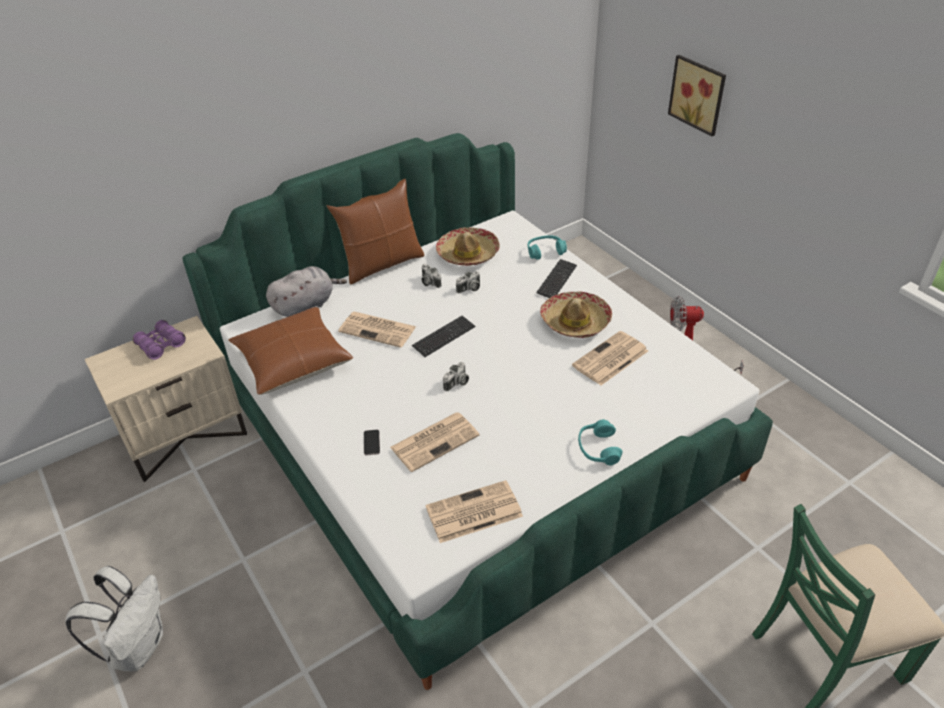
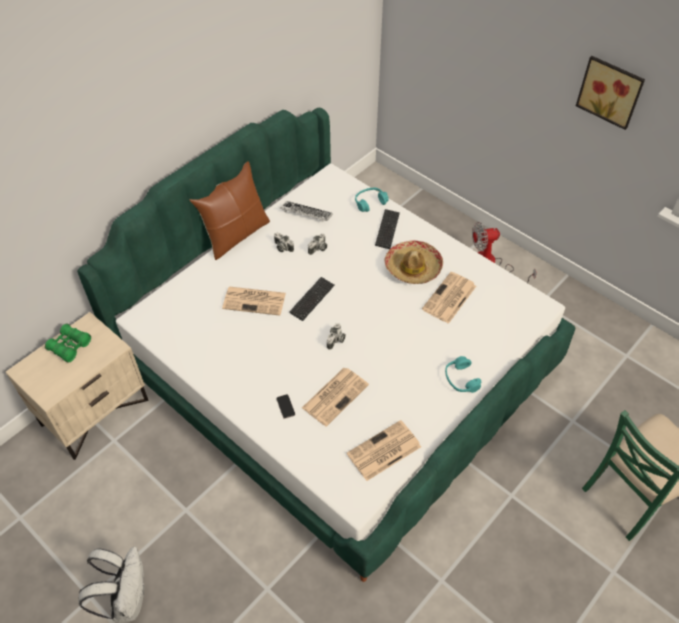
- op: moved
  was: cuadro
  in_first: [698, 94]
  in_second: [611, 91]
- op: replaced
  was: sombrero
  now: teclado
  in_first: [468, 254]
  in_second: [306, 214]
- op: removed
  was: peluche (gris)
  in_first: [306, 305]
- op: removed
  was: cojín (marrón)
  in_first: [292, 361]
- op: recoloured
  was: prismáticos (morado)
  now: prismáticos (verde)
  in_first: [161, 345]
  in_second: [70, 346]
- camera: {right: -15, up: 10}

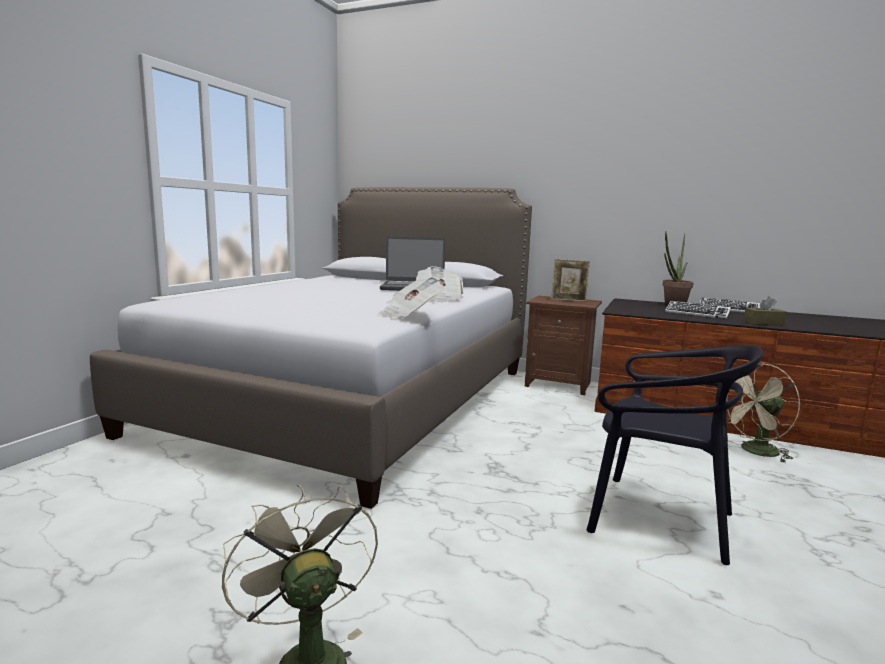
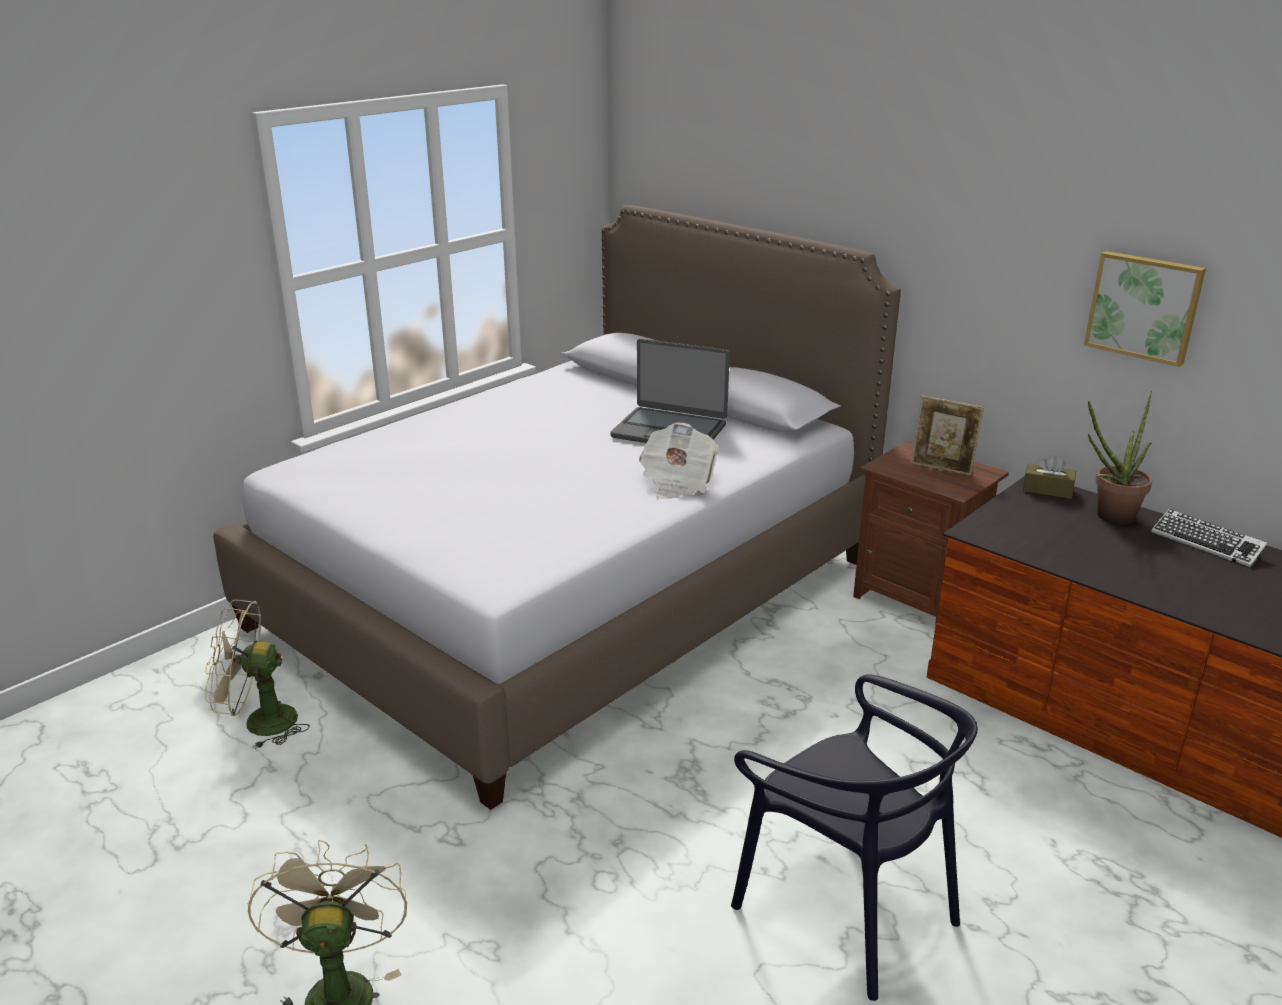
- op: removed
  was: periódico
  in_first: [409, 315]
- op: moved
  was: caja de pañuelos (marrón)
  in_first: [763, 323]
  in_second: [1047, 490]
- op: removed
  was: teclado
  in_first: [697, 314]
- op: moved
  was: ventilador (beis)
  in_first: [755, 452]
  in_second: [259, 723]
- op: added
  now: cuadro
  in_second: [1144, 307]
- camera: {right: 20, up: 15}

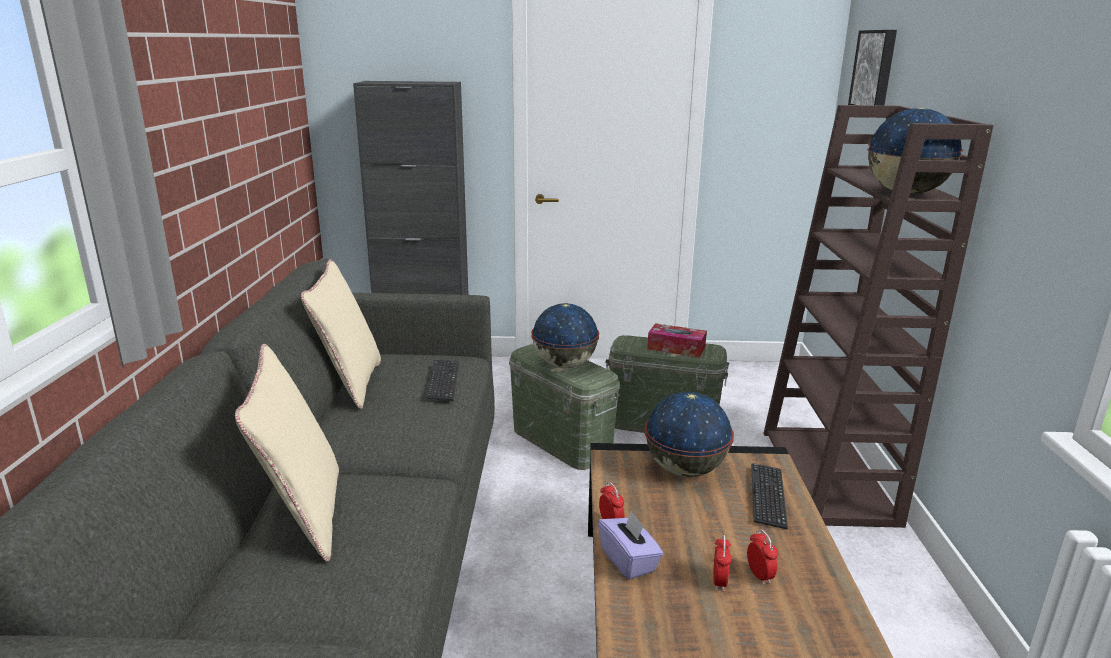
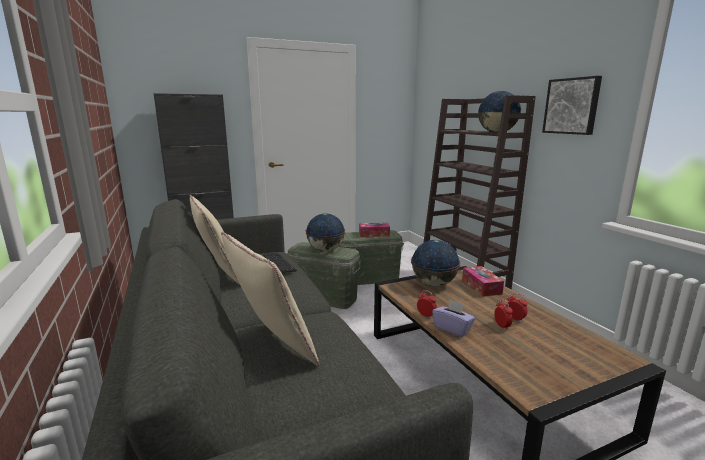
- op: moved
  was: cuadro
  in_first: [875, 70]
  in_second: [572, 106]
- op: replaced
  was: teclado
  now: caja de pañuelos
  in_first: [767, 497]
  in_second: [481, 286]
- camera: {right: -25, up: -5}

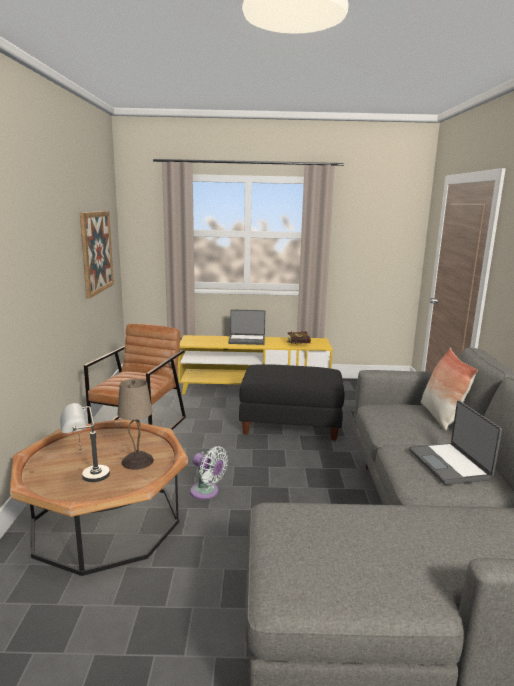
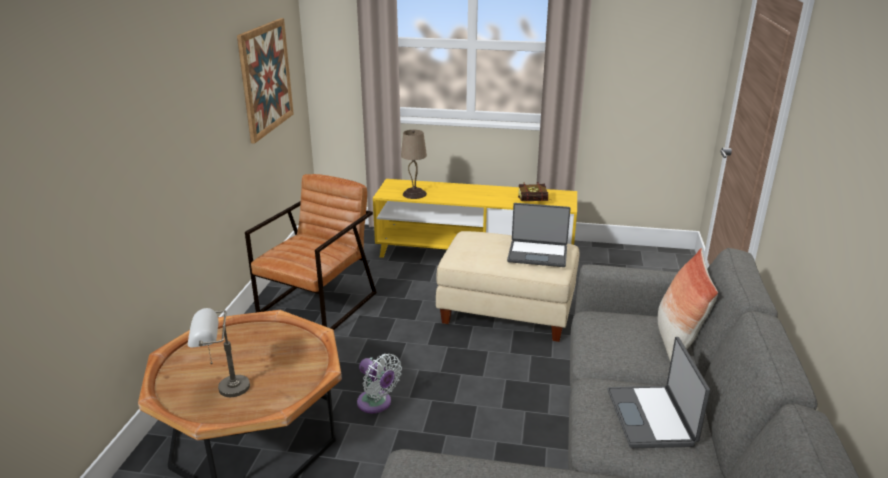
- op: moved
  was: portátil
  in_first: [247, 340]
  in_second: [537, 254]
- op: recoloured
  was: puf (negro)
  now: puf (beis)
  in_first: [291, 423]
  in_second: [508, 311]
- op: moved
  was: lámpara de mesa (beis)
  in_first: [138, 461]
  in_second: [415, 194]
- camera: {right: 10, up: 10}

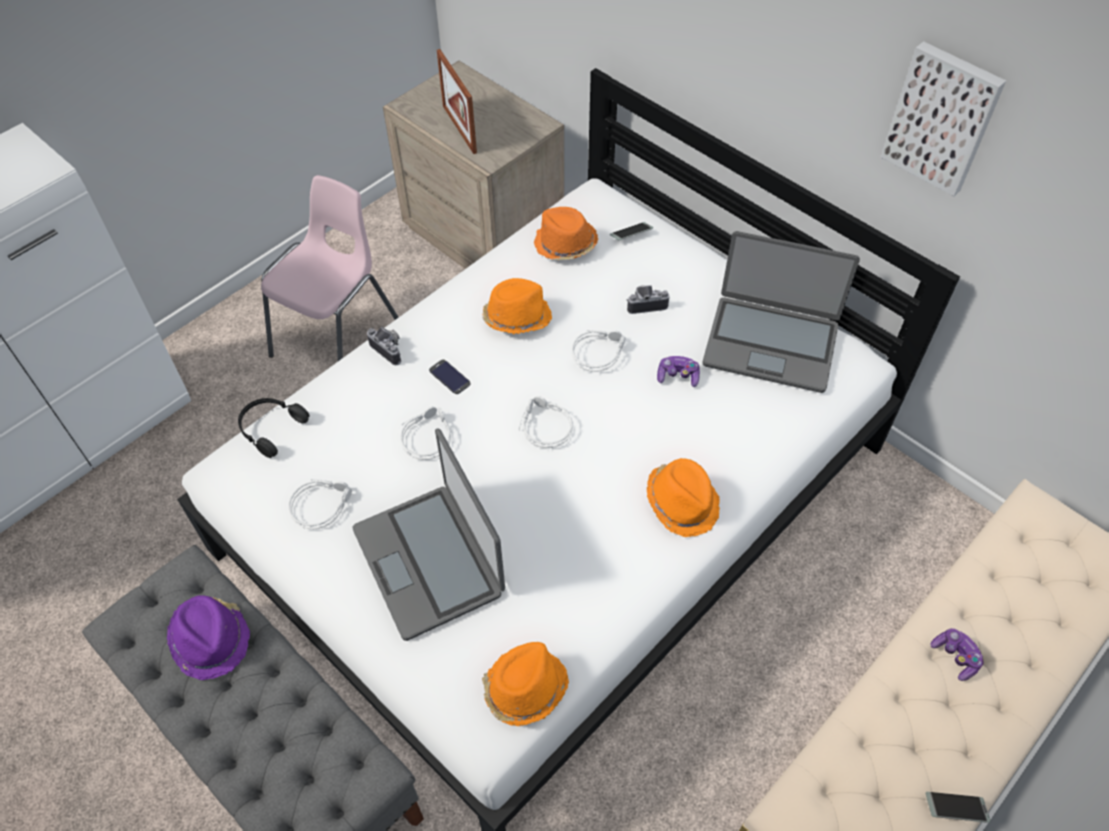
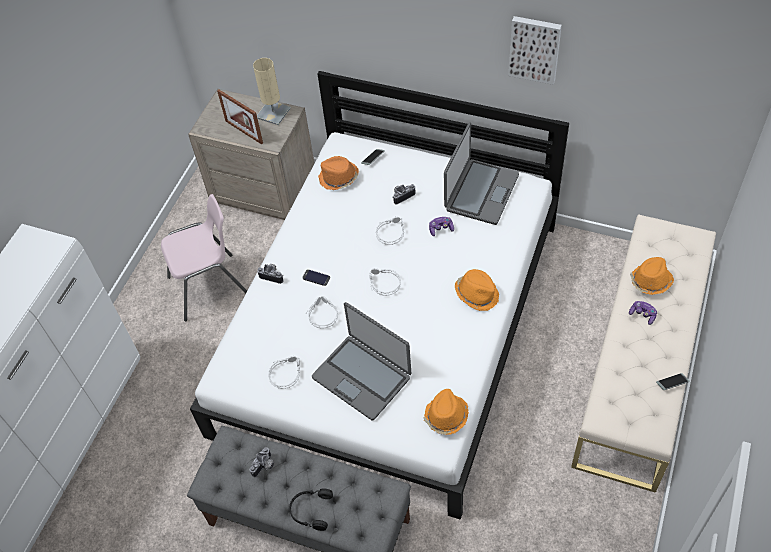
- op: turned
  was: silla (rosa)
  in_first: [338, 338]
  in_second: [209, 286]
  clockwise: 60
- op: turned
  was: portátil
  in_first: [770, 343]
  in_second: [481, 192]
  clockwise: -60
- op: moved
  was: sombrero (naranja)
  in_first: [516, 317]
  in_second: [650, 281]
- op: moved
  was: auriculares (negro)
  in_first: [270, 428]
  in_second: [310, 511]
- op: replaced
  was: sombrero (morado)
  now: cámara
  in_first: [211, 639]
  in_second: [265, 466]
- op: added
  now: lámpara de mesa (beis)
  in_second: [273, 113]
- camera: {right: -20, up: 0}

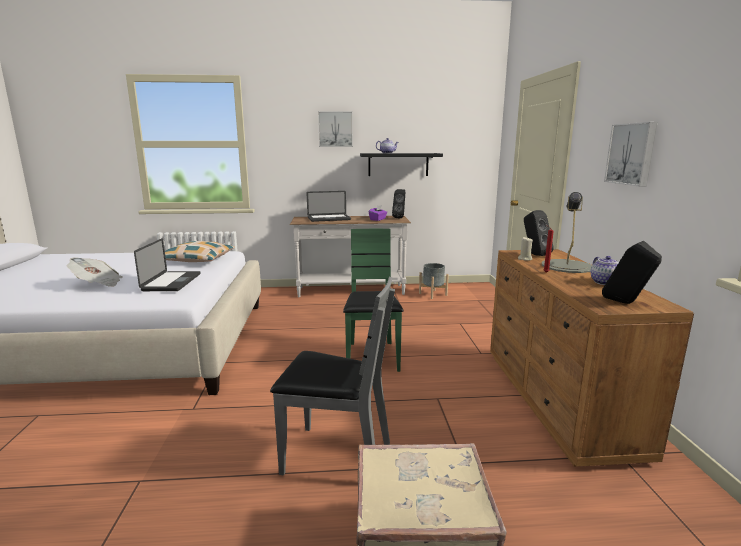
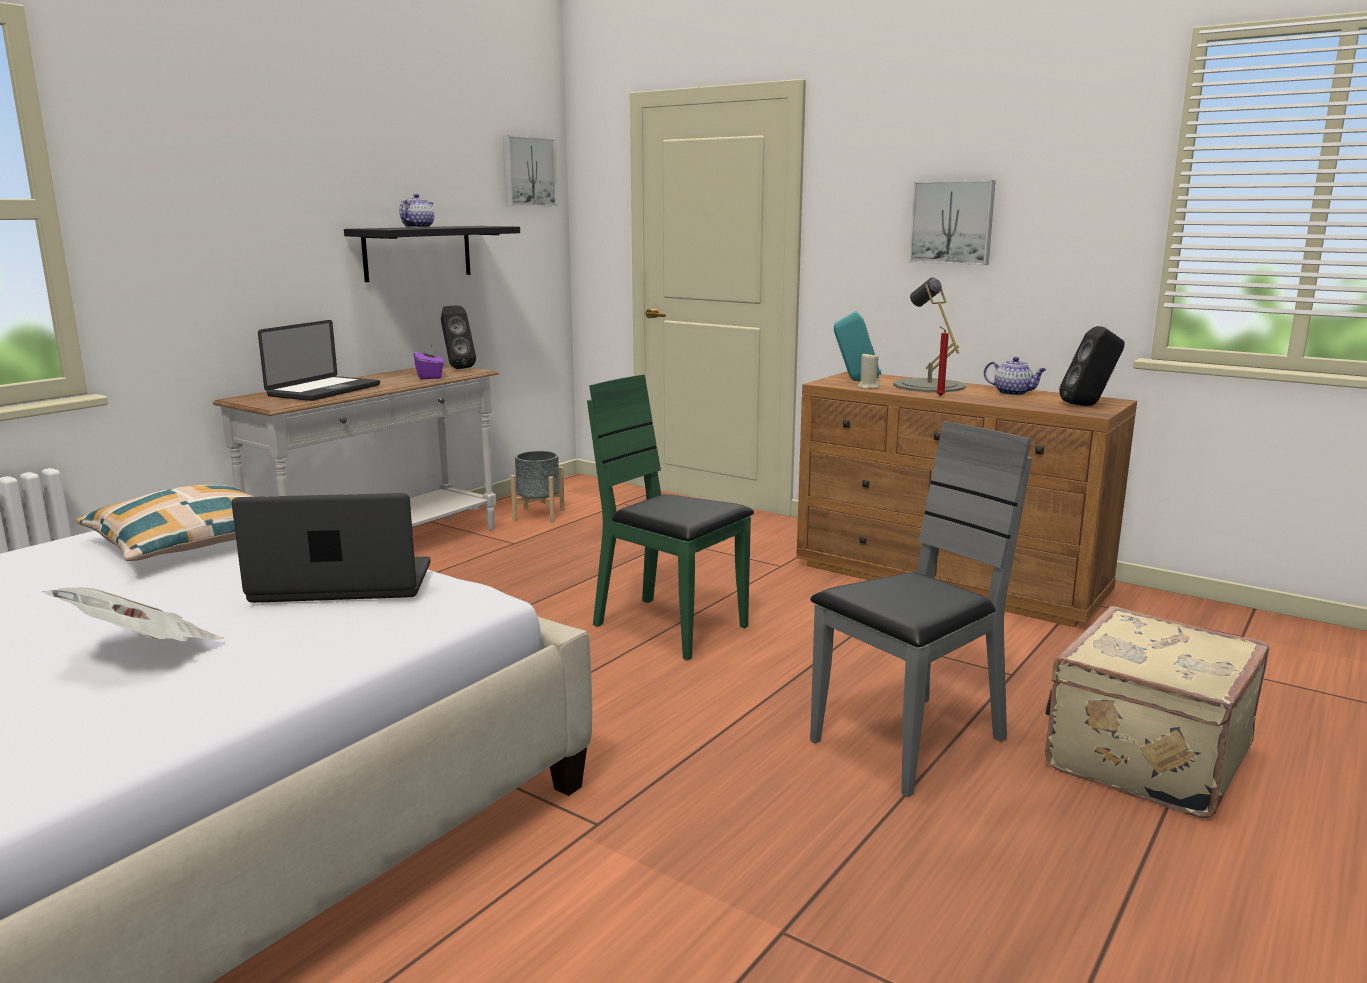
- op: moved
  was: cuadro
  in_first: [335, 129]
  in_second: [527, 172]
- op: recoloured
  was: altavoz (negro)
  now: altavoz (turquesa)
  in_first: [534, 254]
  in_second: [856, 381]
- op: turned
  was: portátil
  in_first: [172, 282]
  in_second: [342, 584]
  clockwise: -45
- camera: {right: -50, up: 0}

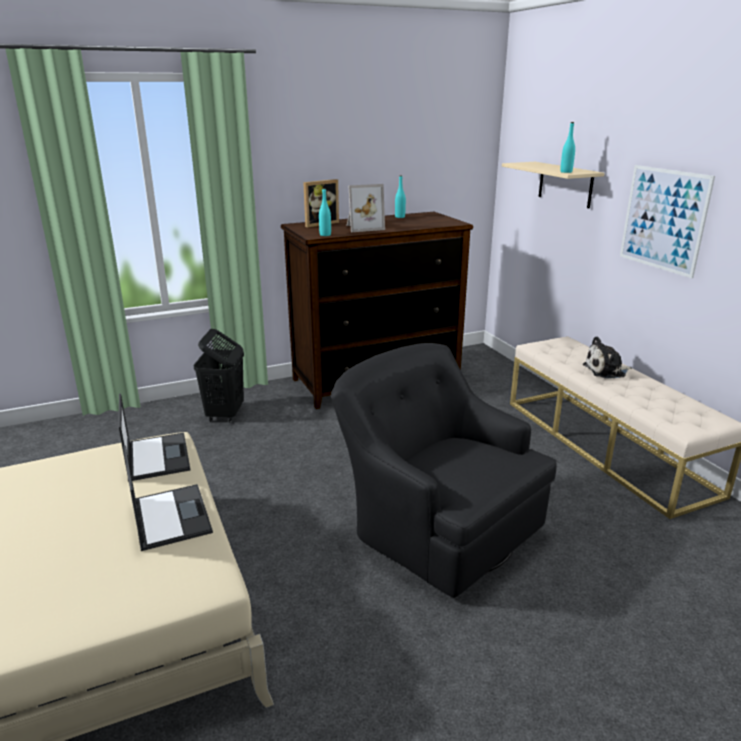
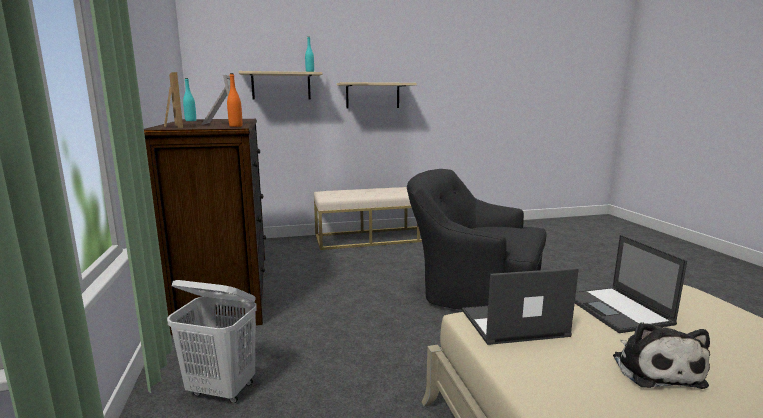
- op: replaced
  was: cuadro
  now: estante (beis)
  in_first: [663, 219]
  in_second: [372, 95]
- op: recoloured
  was: botella (turquesa)
  now: botella (naranja)
  in_first: [325, 235]
  in_second: [235, 126]
- op: recoloured
  was: cesto de la ropa (negro)
  now: cesto de la ropa (blanco)
  in_first: [225, 414]
  in_second: [222, 390]
- op: moved
  was: peluche
  in_first: [606, 371]
  in_second: [655, 369]
- op: turned
  was: sillón (negro)
  in_first: [436, 524]
  in_second: [472, 290]
  clockwise: 60
- op: turned
  was: portátil
  in_first: [170, 516]
  in_second: [617, 310]
  clockwise: -90
- camera: {right: -80, up: -10}

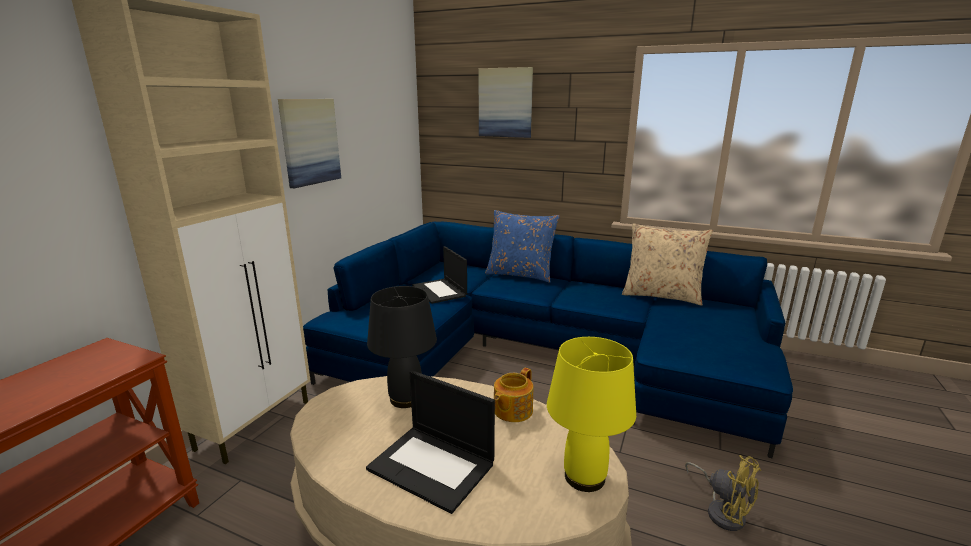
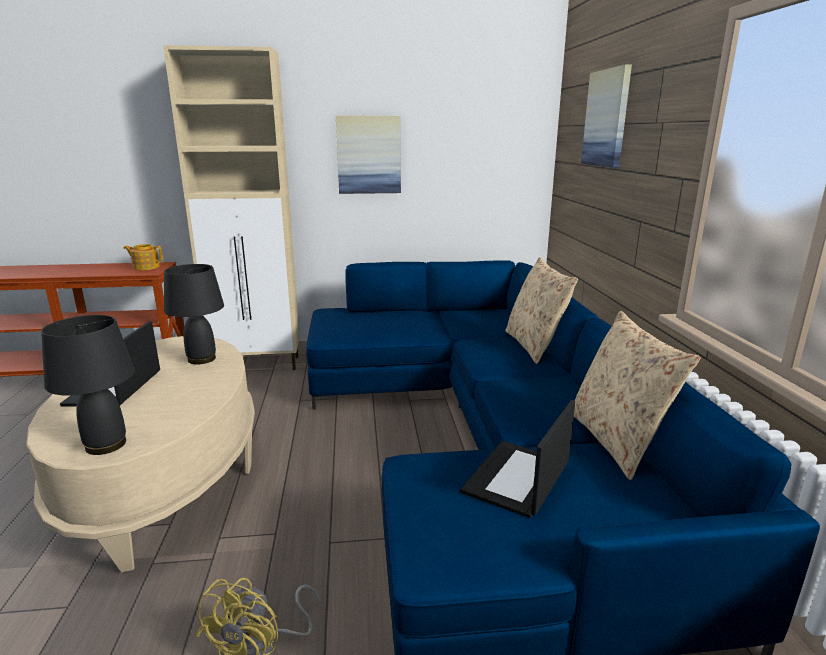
- op: recoloured
  was: cojín (azul)
  now: cojín (beis)
  in_first: [520, 274]
  in_second: [534, 346]
- op: moved
  was: portátil
  in_first: [440, 291]
  in_second: [517, 479]
- op: recoloured
  was: lámpara de mesa (amarillo)
  now: lámpara de mesa (negro)
  in_first: [585, 477]
  in_second: [106, 445]
- op: moved
  was: tetera
  in_first: [512, 410]
  in_second: [146, 267]
- camera: {right: 60, up: 0}

